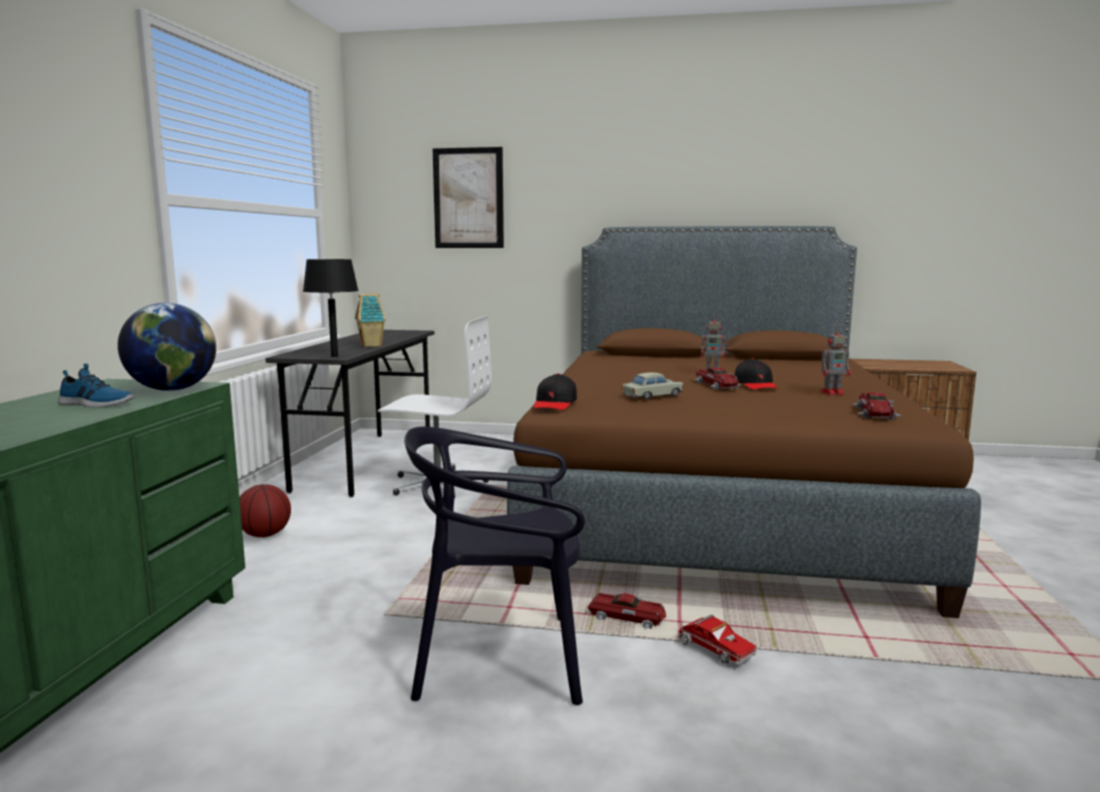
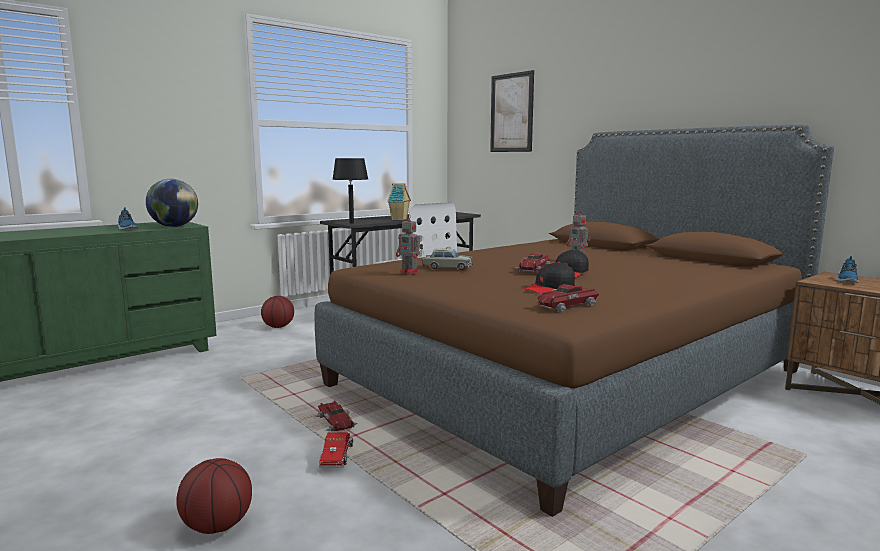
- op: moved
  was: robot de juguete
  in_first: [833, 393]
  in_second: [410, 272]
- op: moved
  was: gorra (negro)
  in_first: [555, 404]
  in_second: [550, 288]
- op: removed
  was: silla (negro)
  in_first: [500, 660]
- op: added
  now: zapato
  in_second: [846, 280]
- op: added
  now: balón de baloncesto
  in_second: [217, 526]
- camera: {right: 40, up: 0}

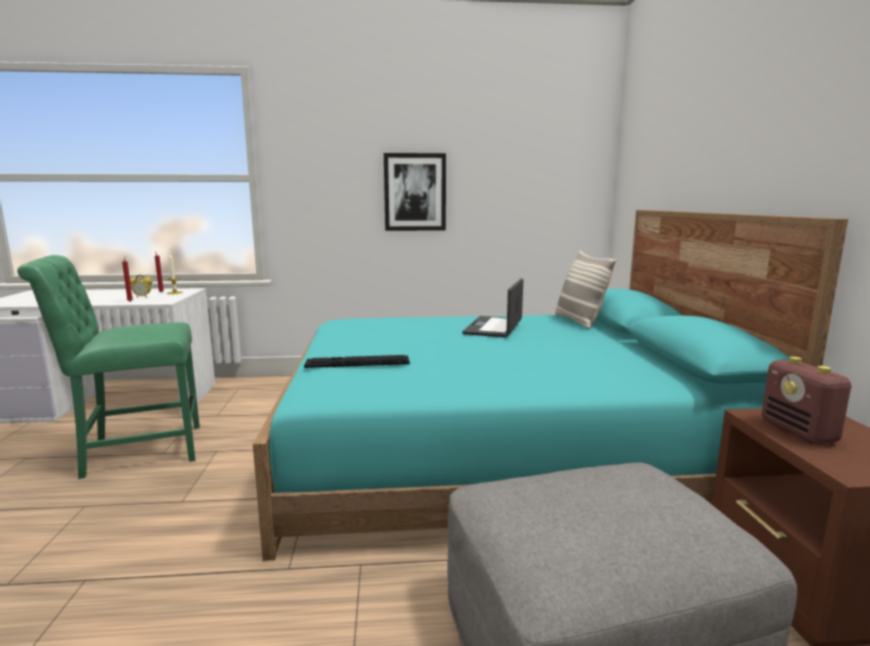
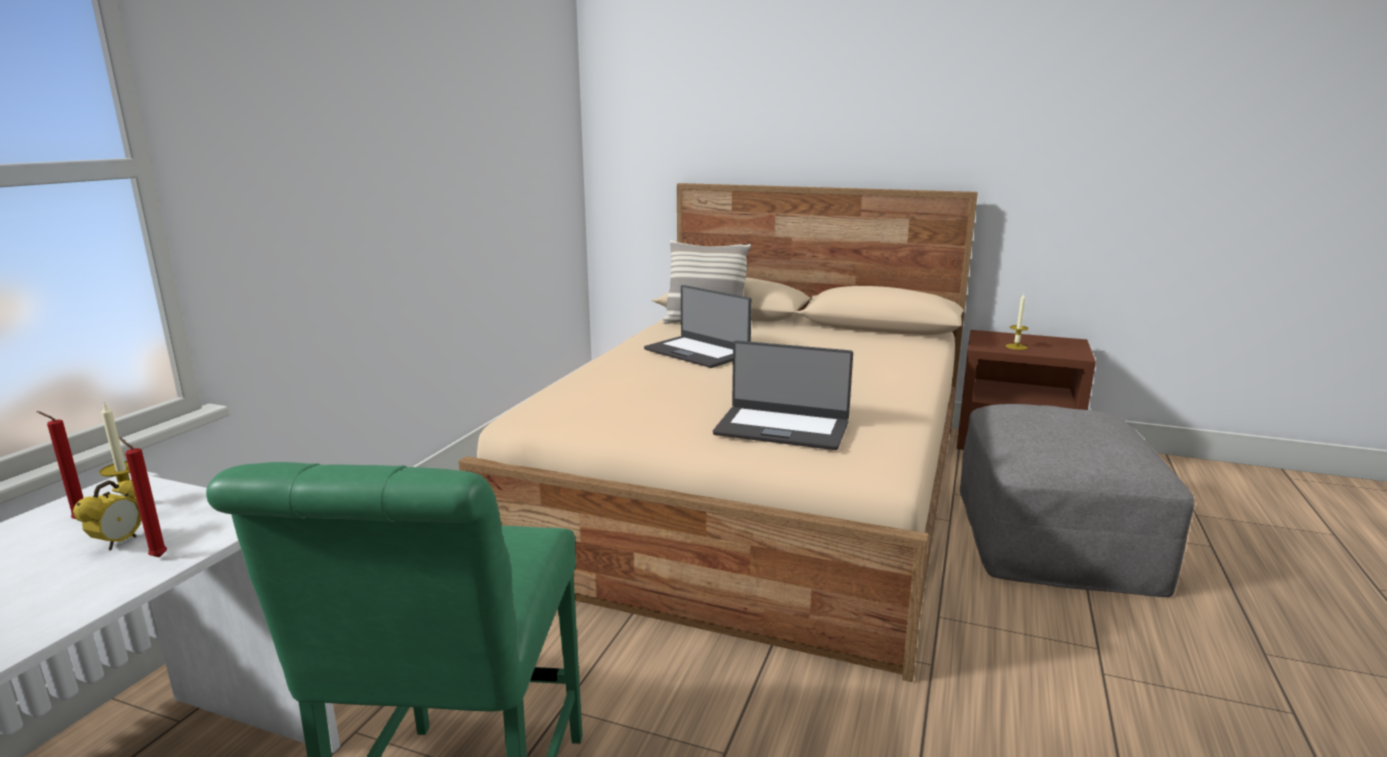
- op: removed
  was: cuadro
  in_first: [415, 192]
- op: recoloured
  was: cama (turquesa)
  now: cama (beis)
  in_first: [500, 453]
  in_second: [759, 491]
- op: replaced
  was: teclado
  now: portátil
  in_first: [357, 361]
  in_second: [782, 428]
- op: replaced
  was: radio
  now: vela
  in_first: [799, 432]
  in_second: [1016, 347]
- camera: {right: -65, up: 5}

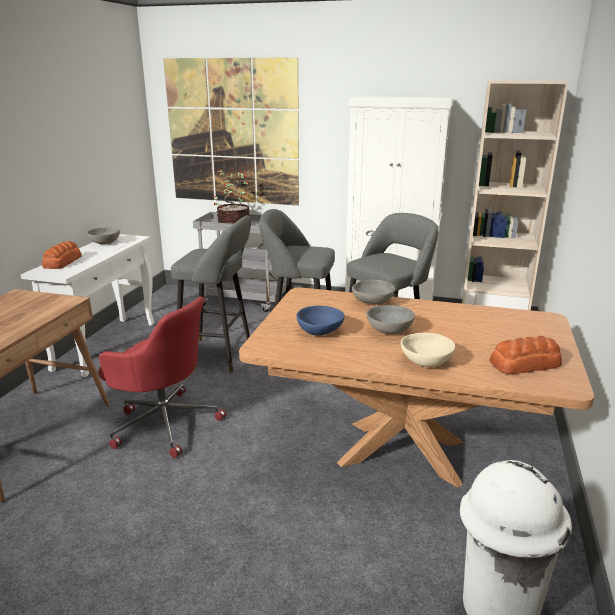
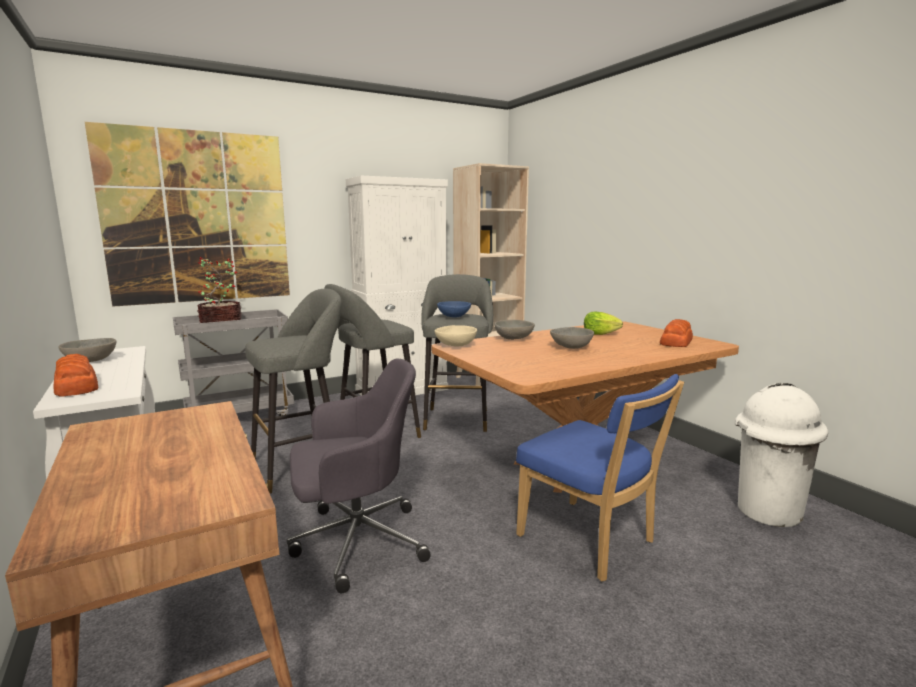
- op: recoloured
  was: silla de oficina (rojo)
  now: silla de oficina (gris)
  in_first: [164, 423]
  in_second: [356, 542]
- op: moved
  was: cuenco (azul)
  in_first: [319, 332]
  in_second: [454, 316]
- op: moved
  was: cuenco (beis)
  in_first: [425, 361]
  in_second: [455, 345]
- op: added
  now: lechuga
  in_second: [599, 334]
- op: added
  now: silla (azul)
  in_second: [590, 541]
- camera: {right: -45, up: -10}

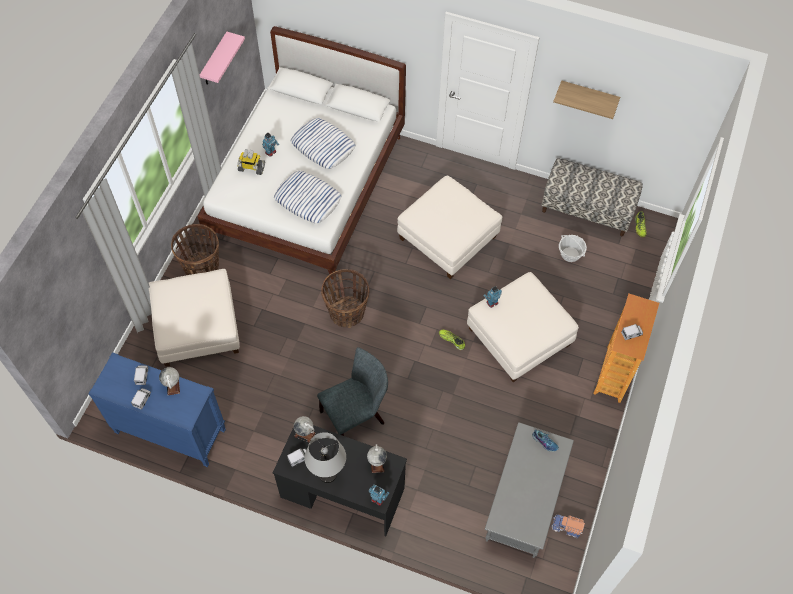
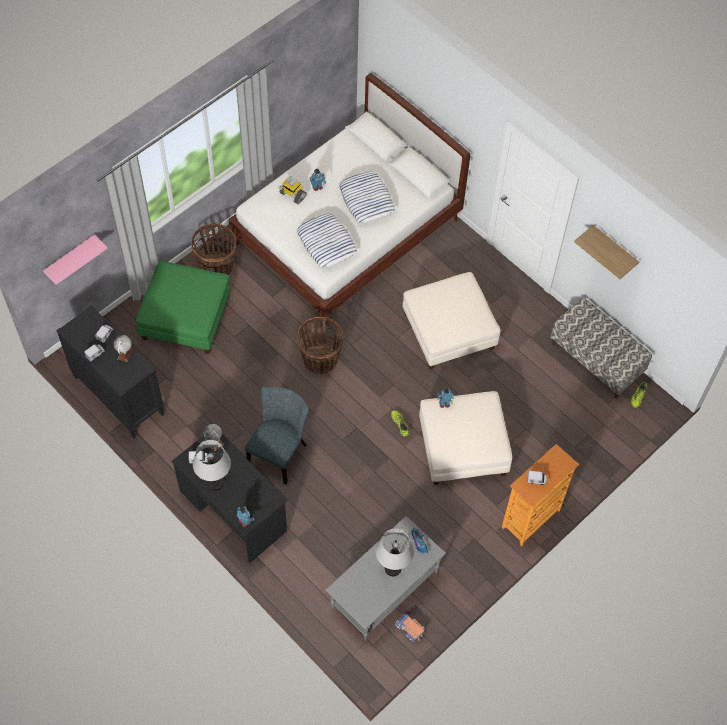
- op: moved
  was: estante (rosa)
  in_first: [214, 60]
  in_second: [70, 258]
- op: removed
  was: cesta
  in_first: [570, 254]
- op: recoloured
  was: puf (blanco)
  now: puf (verde)
  in_first: [197, 328]
  in_second: [185, 318]
- op: turned
  was: silla (gris)
  in_first: [356, 416]
  in_second: [279, 452]
  clockwise: -60
- op: recoloured
  was: cómoda (azul)
  now: cómoda (negro)
  in_first: [170, 431]
  in_second: [118, 396]
- op: removed
  was: globo terráqueo
  in_first: [377, 463]
- op: added
  now: lámpara de mesa (gris)
  in_second: [392, 568]
- camera: {right: 25, up: 0}

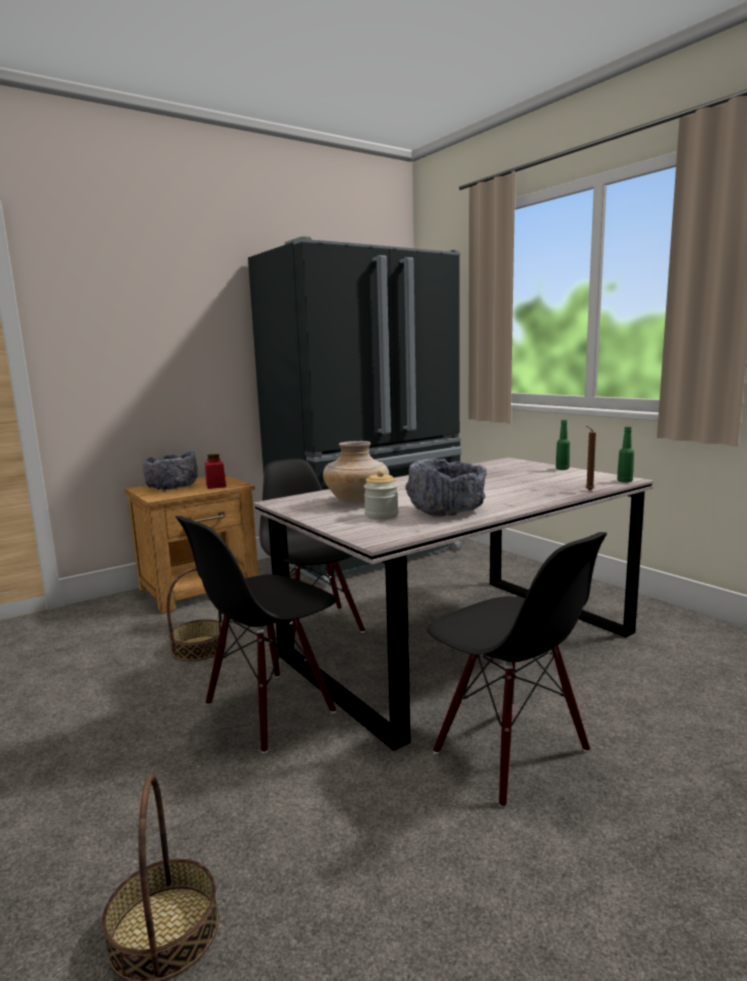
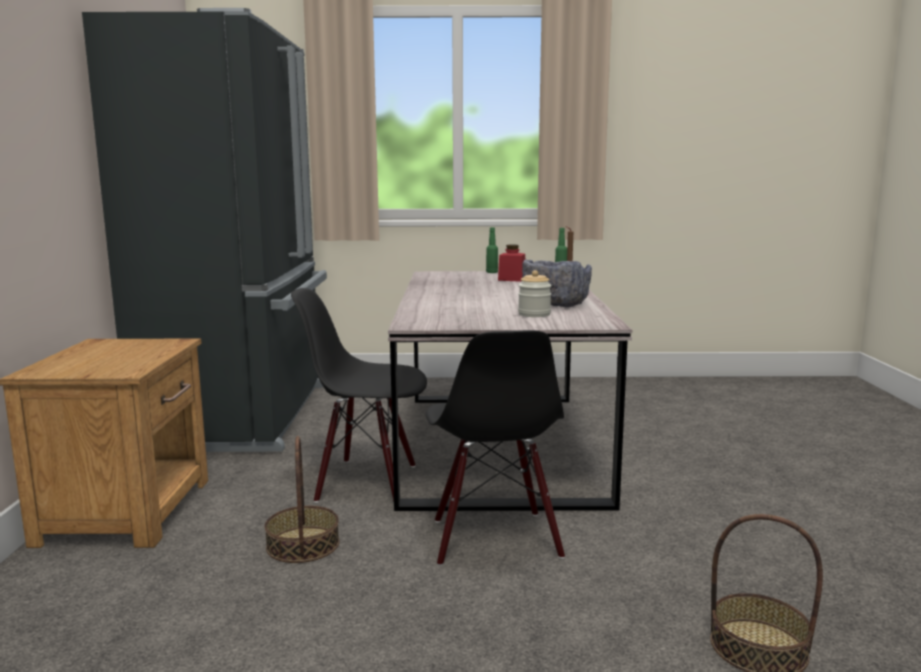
- op: removed
  was: florero (beis)
  in_first: [357, 502]
- op: removed
  was: cuenco (gris)
  in_first: [172, 487]
- op: moved
  was: tarro (rojo)
  in_first: [216, 485]
  in_second: [512, 279]
- op: removed
  was: silla (negro)
  in_first: [509, 752]
- camera: {right: -55, up: 0}

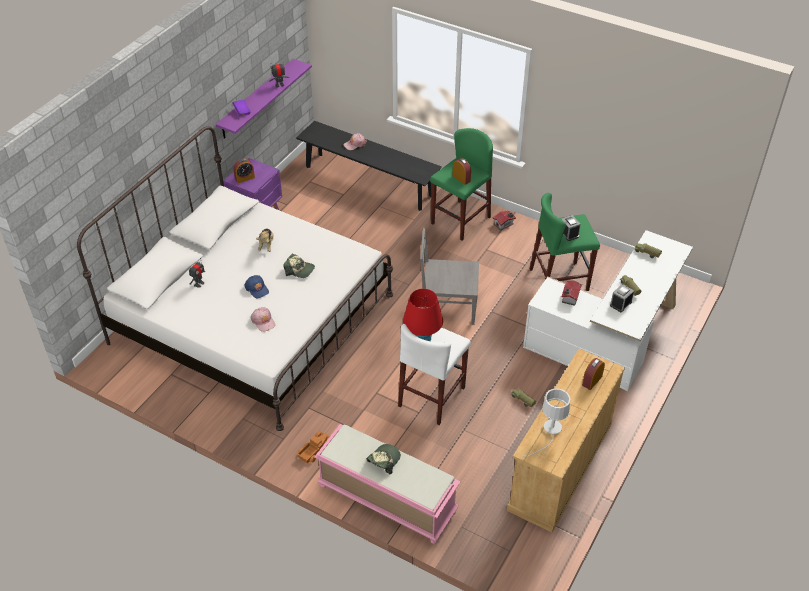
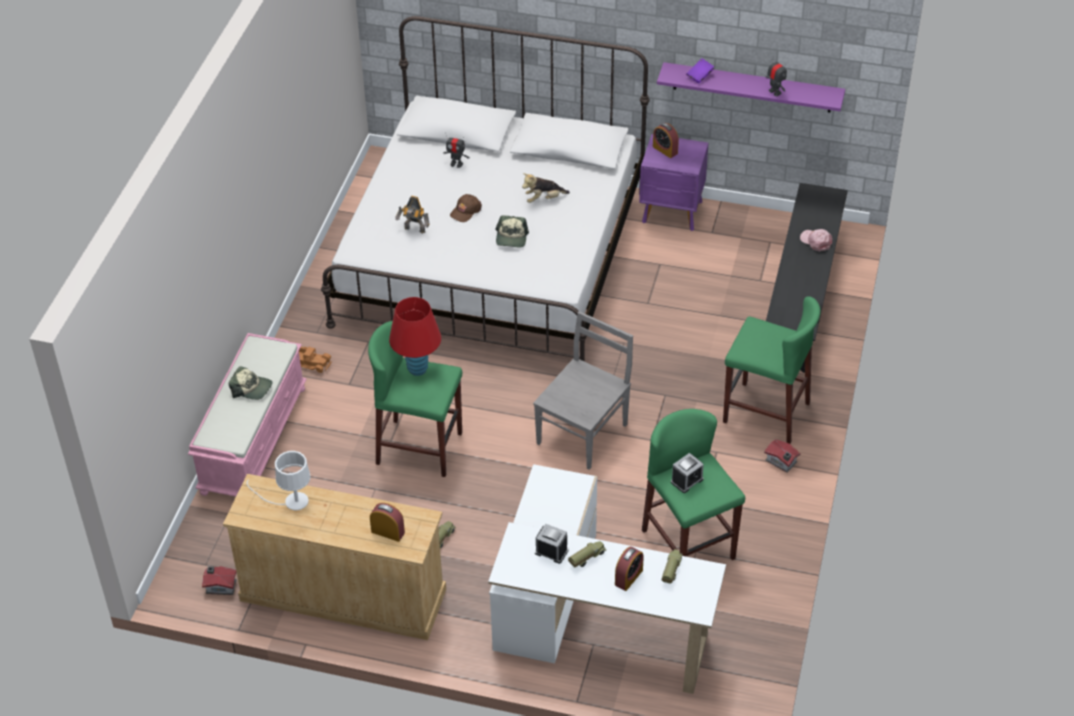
- op: moved
  was: despertador
  in_first: [461, 178]
  in_second: [628, 577]
- op: turned
  was: silla (gris)
  in_first: [447, 307]
  in_second: [583, 432]
  clockwise: 45
- op: recoloured
  was: gorra (azul)
  now: gorra (marrón)
  in_first: [257, 289]
  in_second: [465, 211]
- op: moved
  was: casita
  in_first: [569, 298]
  in_second: [220, 586]
- op: replaced
  was: gorra (rosa)
  now: robot de juguete
  in_first: [263, 321]
  in_second: [414, 230]
- op: recoloured
  was: taburete (blanco)
  now: taburete (verde)
  in_first: [432, 396]
  in_second: [419, 448]
- camera: {right: 75, up: 0}

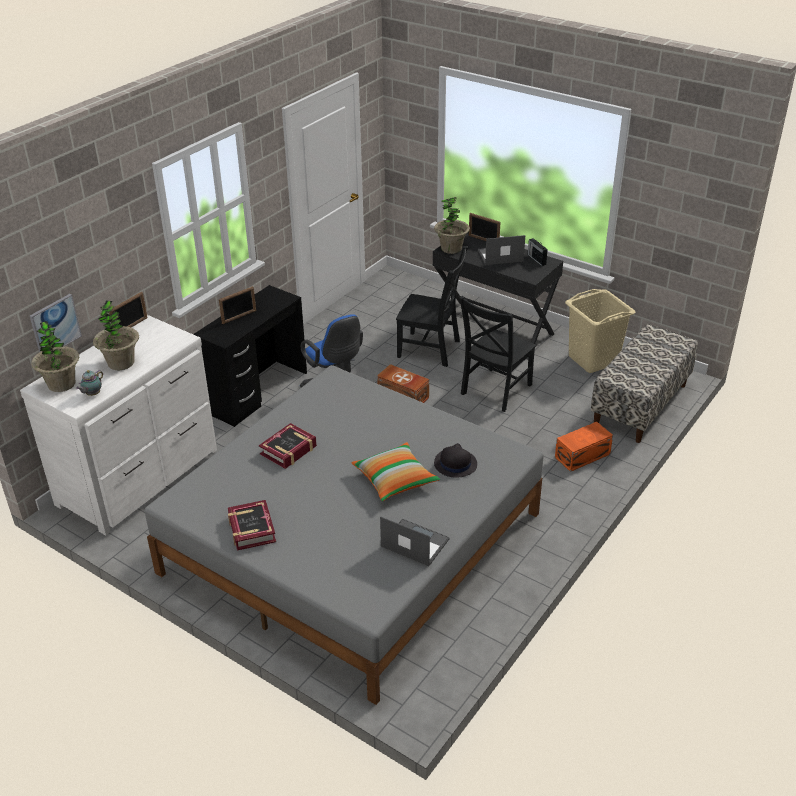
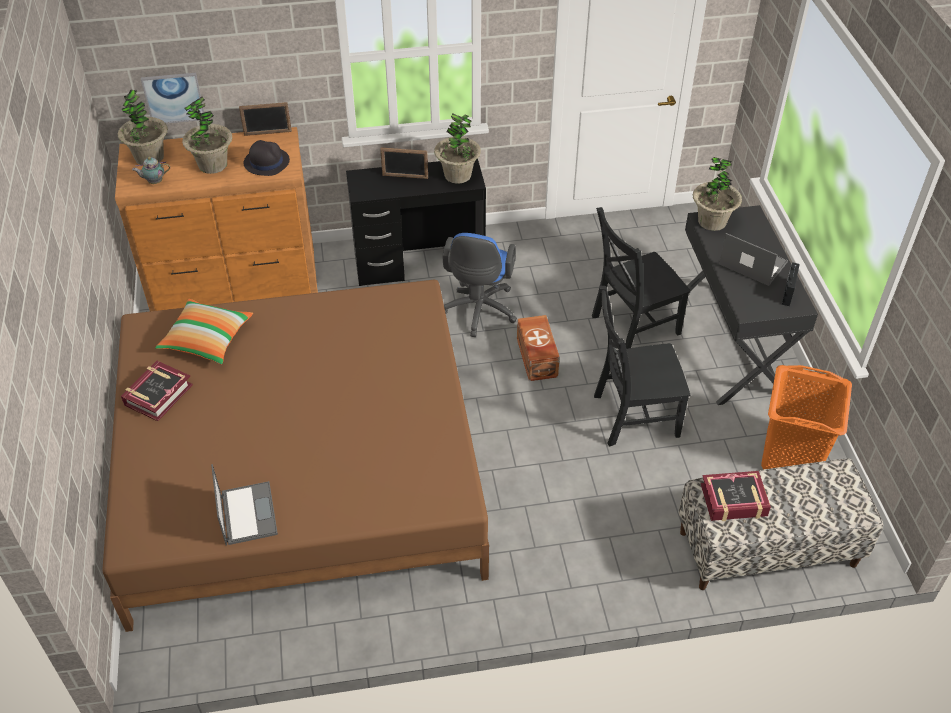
- op: removed
  was: portarretratos
  in_first: [483, 240]
- op: turned
  was: silla (negro)
  in_first: [431, 350]
  in_second: [632, 326]
  clockwise: 90
- op: recoloured
  was: cesto de la ropa (beis)
  now: cesto de la ropa (naranja)
  in_first: [593, 359]
  in_second: [791, 456]
- op: recoloured
  was: cómoda (blanco)
  now: cómoda (marrón)
  in_first: [140, 477]
  in_second: [235, 283]
- op: recoloured
  was: cama (gris)
  now: cama (marrón)
  in_first: [352, 542]
  in_second: [301, 470]
- op: removed
  was: caja de almacenaje (naranja)
  in_first: [583, 456]
- op: moved
  was: libro
  in_first: [288, 450]
  in_second: [733, 500]
- op: moved
  was: cojín
  in_first: [395, 480]
  in_second: [207, 340]
- op: moved
  was: sombrero (negro)
  in_first: [455, 464]
  in_second: [266, 162]
- op: added
  now: planta en maceta
  in_second: [457, 175]
- camera: {right: 45, up: 10}

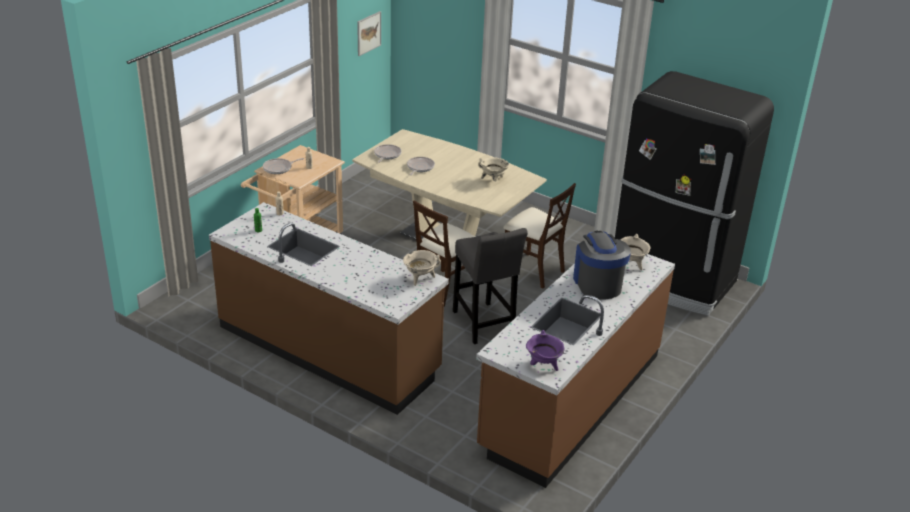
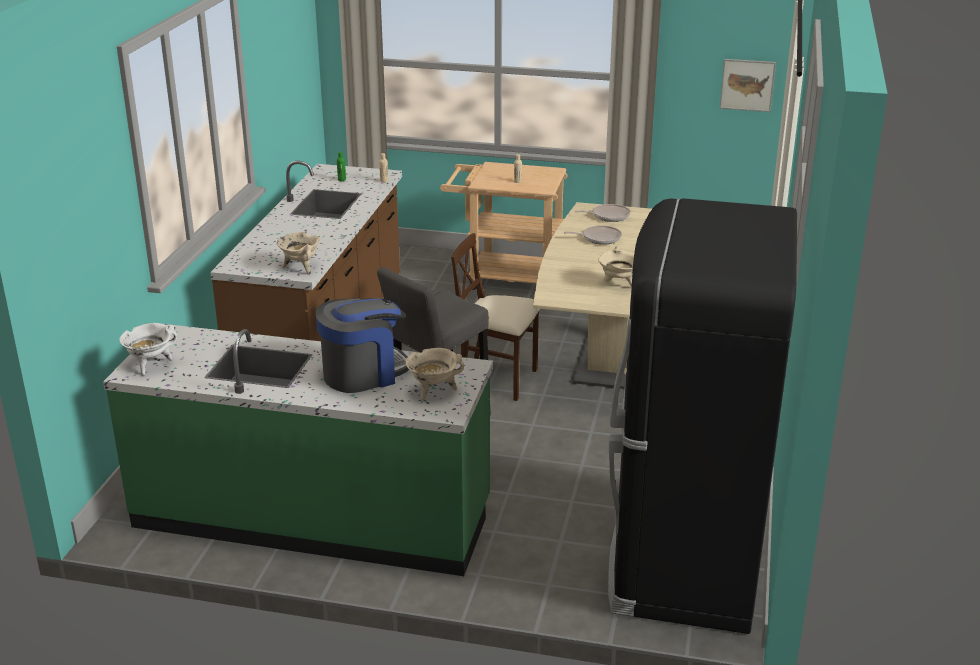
- op: removed
  was: sartén
  in_first: [279, 168]
- op: removed
  was: silla (beis)
  in_first: [533, 270]
- op: recoloured
  was: mueble bajo de cocina (marrón)
  now: mueble bajo de cocina (verde)
  in_first: [570, 401]
  in_second: [313, 516]
- op: recoloured
  was: olla (morado)
  now: olla (blanco)
  in_first: [543, 365]
  in_second: [150, 365]
- camera: {right: 70, up: -5}

